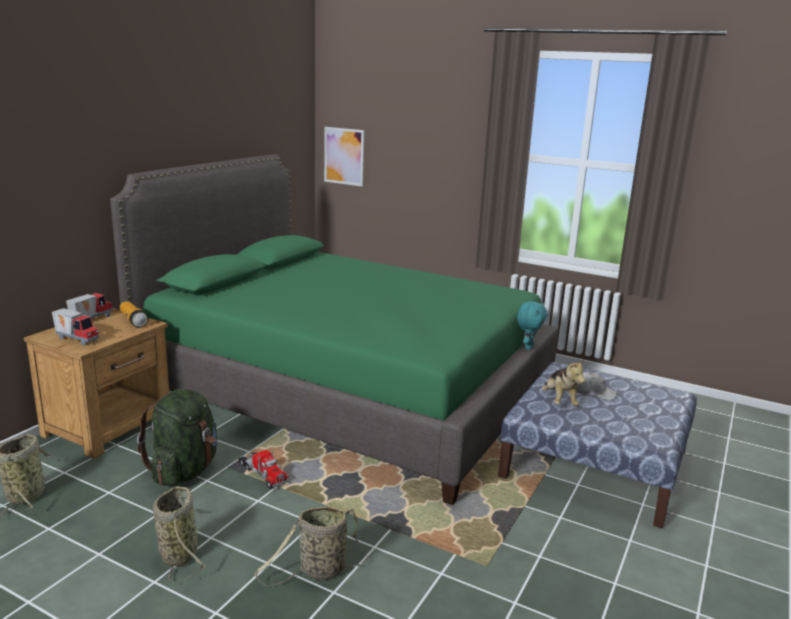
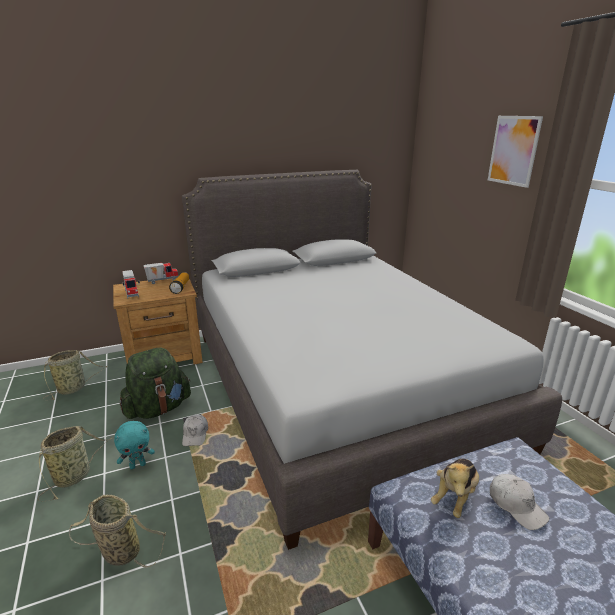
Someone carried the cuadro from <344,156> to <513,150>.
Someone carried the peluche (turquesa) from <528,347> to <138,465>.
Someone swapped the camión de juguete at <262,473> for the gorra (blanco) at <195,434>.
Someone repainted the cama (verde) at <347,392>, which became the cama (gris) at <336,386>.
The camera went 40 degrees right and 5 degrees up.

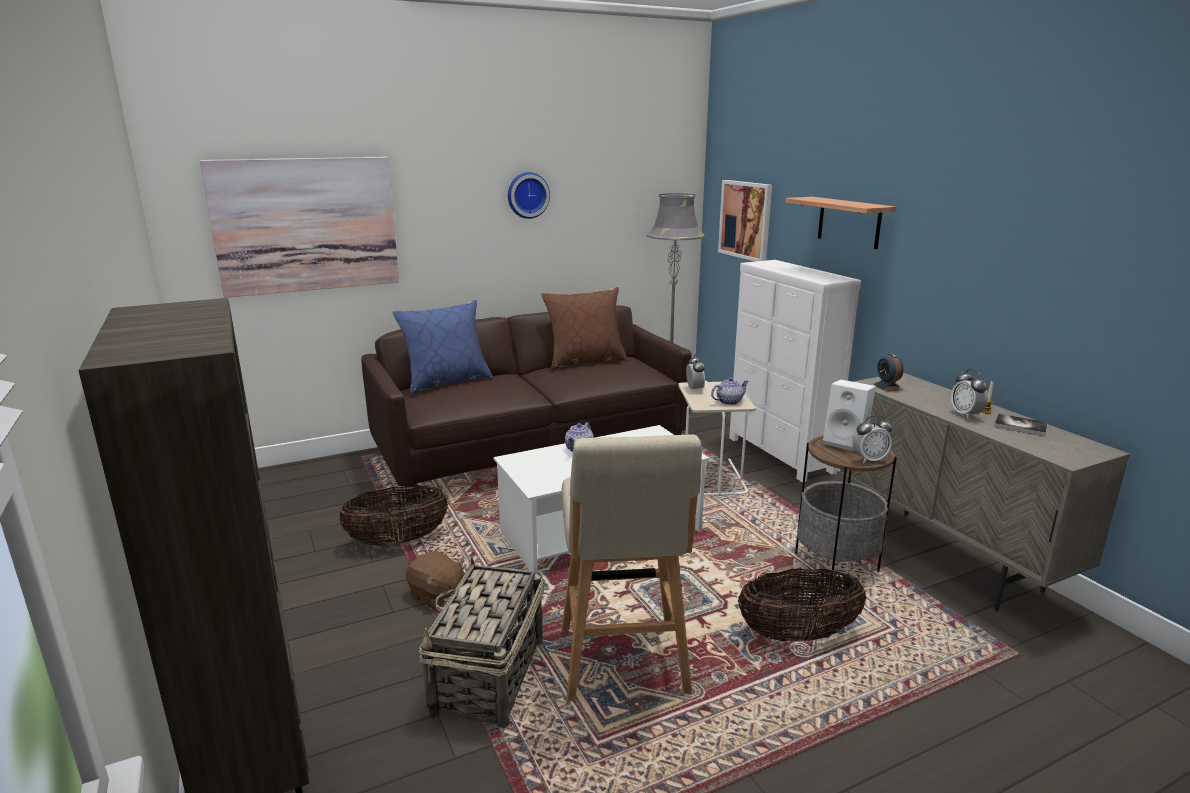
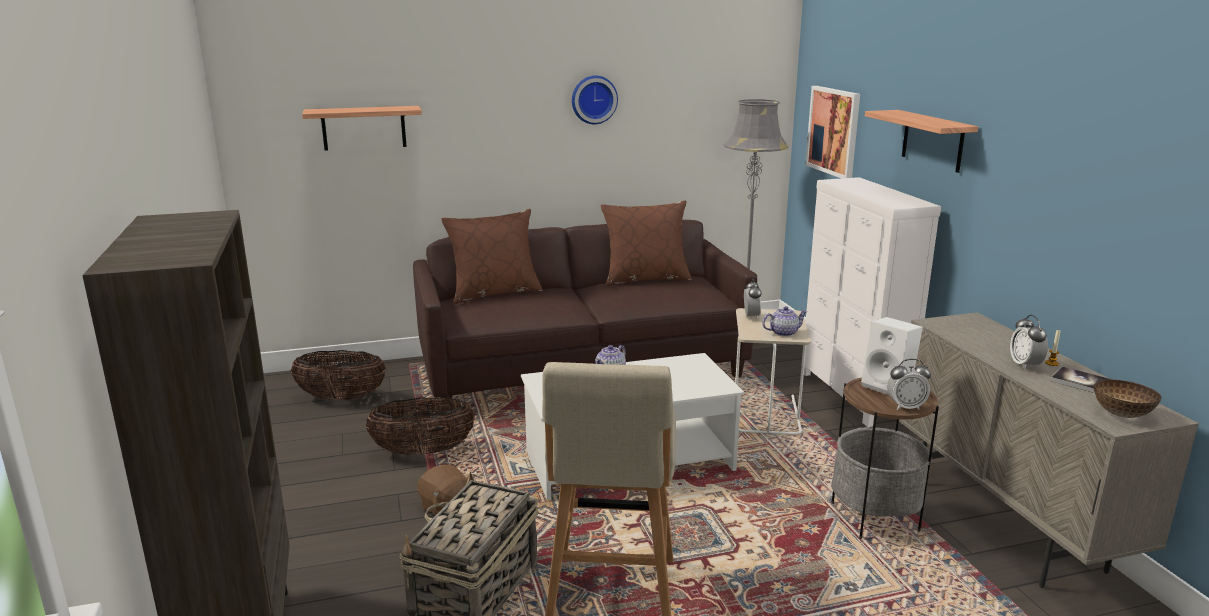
Someone took away the despertador at <887,386>.
Someone put down the cuenco at <1122,414>.
Someone carried the cesta from <798,635> to <341,398>.
Someone swapped the cuadro at <306,225> for the estante at <364,128>.
Someone repainted the cojín (azul) at <447,382>, which became the cojín (marrón) at <494,293>.
The camera went 10 degrees right and 0 degrees up.

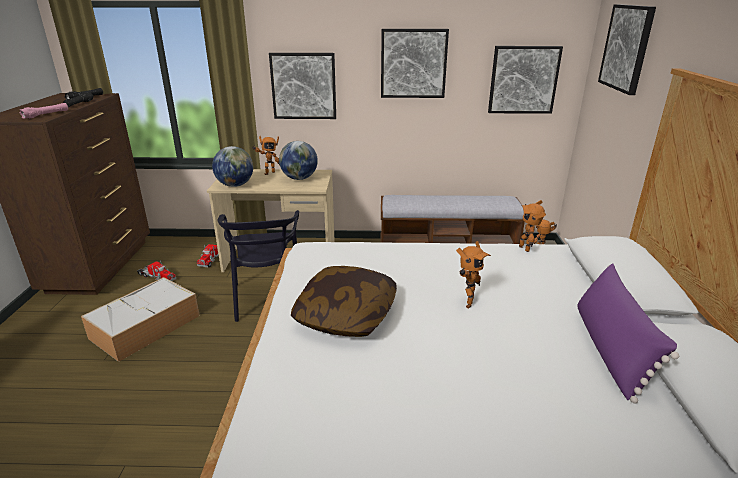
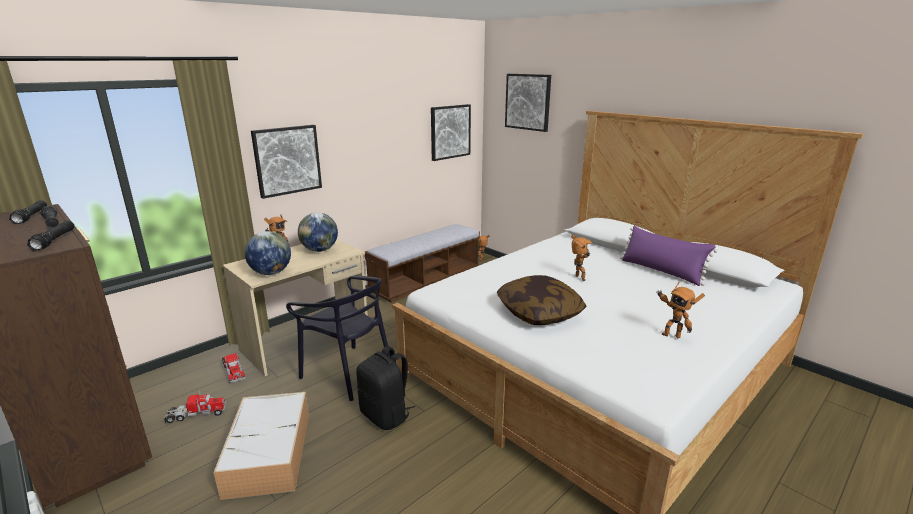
Someone took away the cuadro at <413,63>.
Someone put down the mochila (negro) at <386,415>.
Someone carried the robot de juguete from <526,248> to <671,335>.
Someone repainted the linterna (rosa) at <46,115>, which became the linterna (negro) at <54,240>.
The camera went 45 degrees left and 5 degrees down.

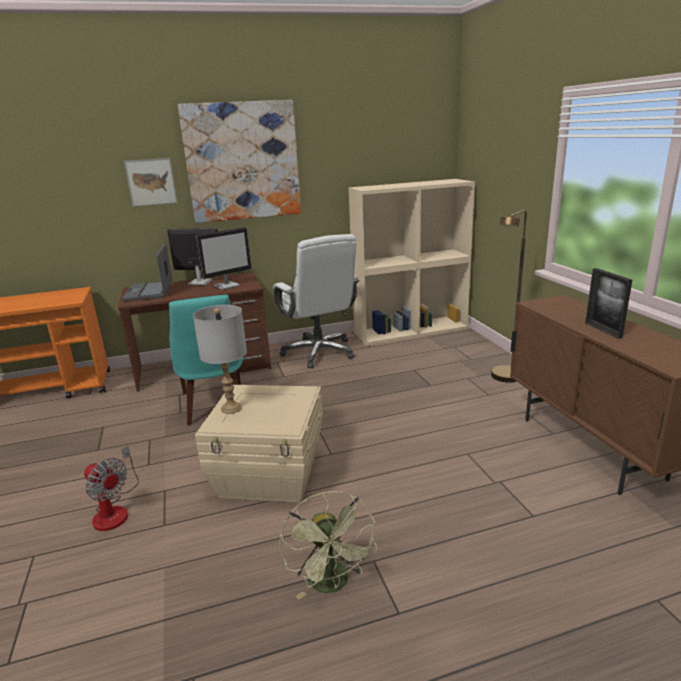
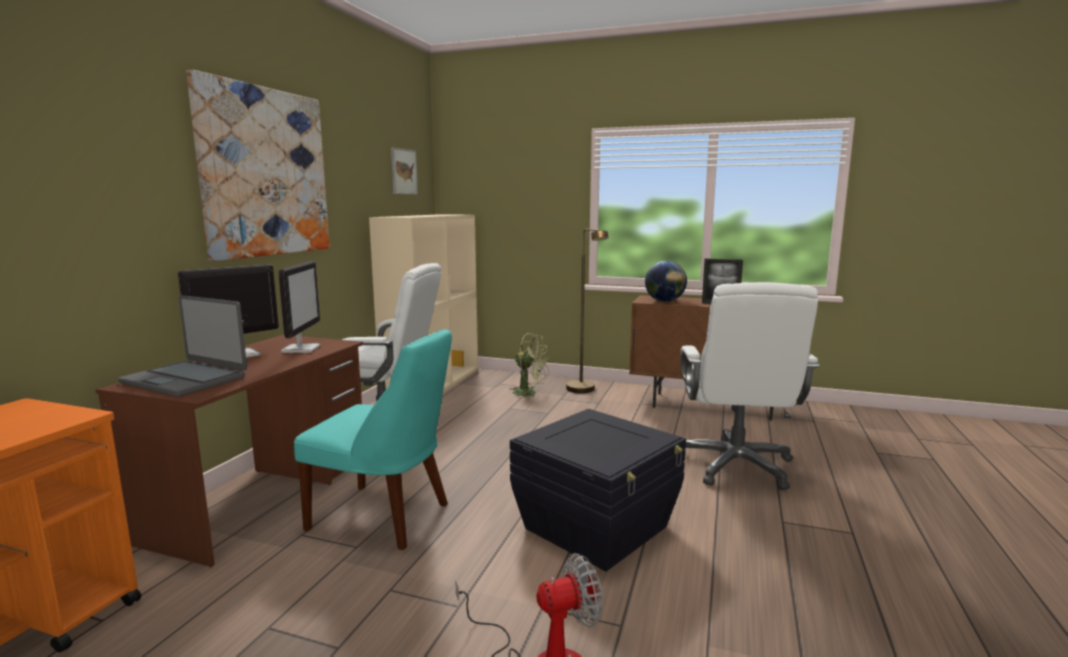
Someone took away the lámpara de mesa (gris) at <231,408>.
Someone put down the globo terráqueo at <664,301>.
Someone put down the silla de oficina (blanco) at <736,465>.
Someone carried the cuadro from <151,182> to <404,171>.
Someone carried the ventilador (verde) from <332,584> to <530,393>.
Someone repainted the caja de almacenaje (beis) at <271,474>, which became the caja de almacenaje (negro) at <597,527>.
The camera went 55 degrees left and 10 degrees down.

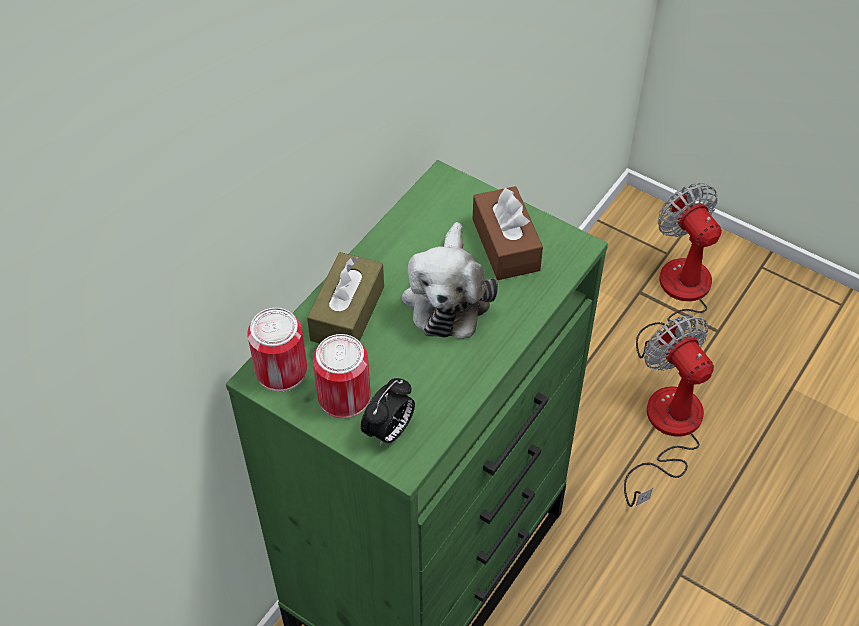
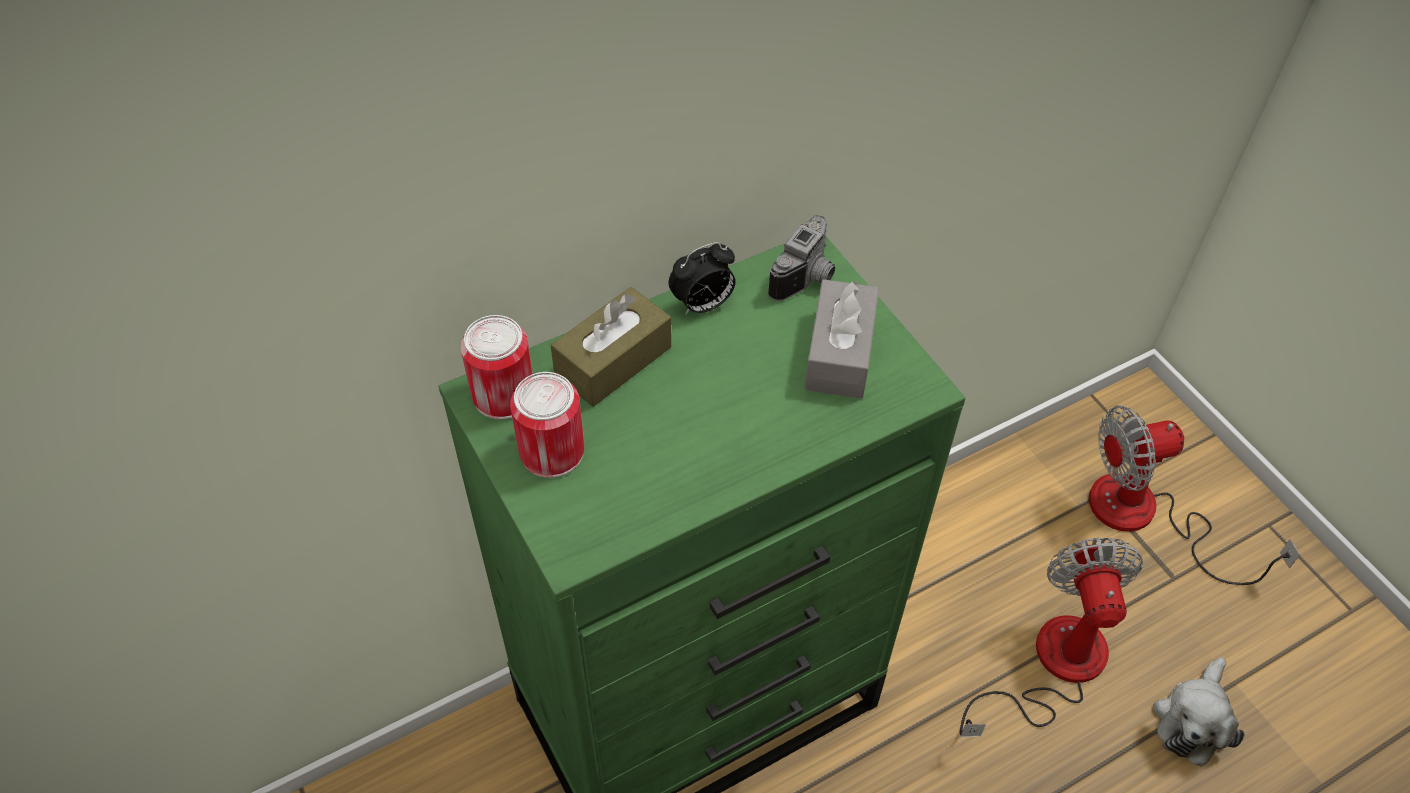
Someone put down the cámara at <808,278>.
Someone carried the despertador from <389,431> to <702,305>.
Someone carried the peluche from <448,296> to <1193,719>.
Someone repainted the caja de pañuelos (marrón) at <505,244>, which became the caja de pañuelos (gris) at <839,353>.
Someone rotated the ventilador at <678,295> by 105 degrees counterclockwise.
The camera went 25 degrees right and 0 degrees up.

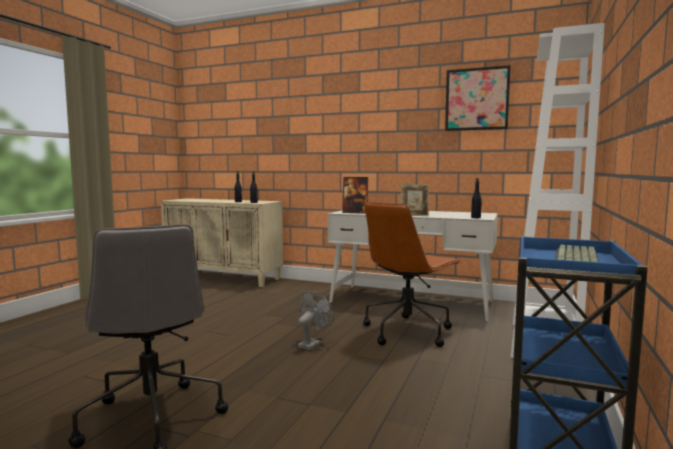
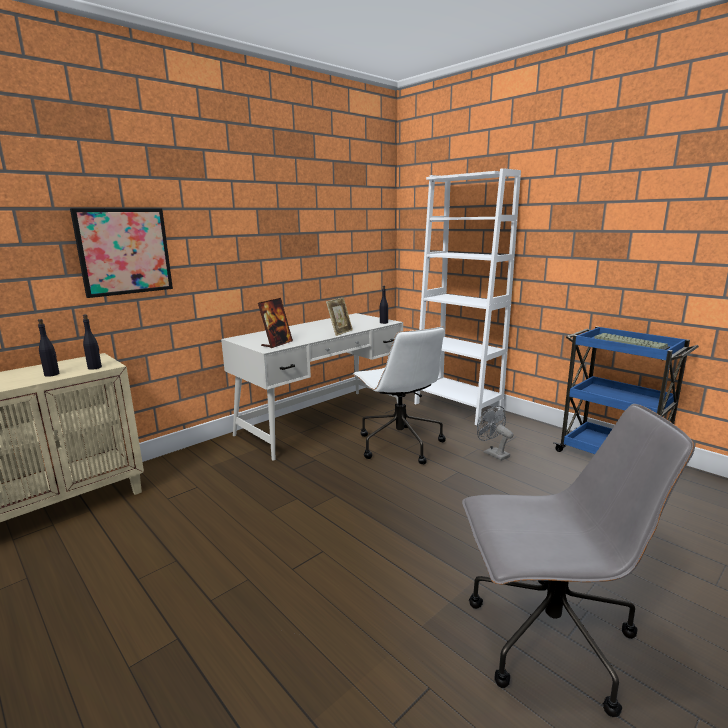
Someone carried the ventilador (gris) from <312,344> to <493,453>.
Someone carried the cuadro from <477,99> to <124,251>.
Someone repainted the silla de oficina (marrón) at <408,331>, which became the silla de oficina (blanco) at <399,444>.
The camera went 65 degrees left and 10 degrees up.

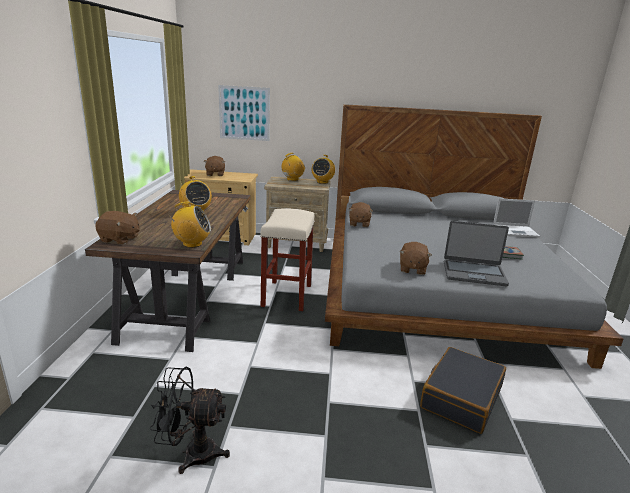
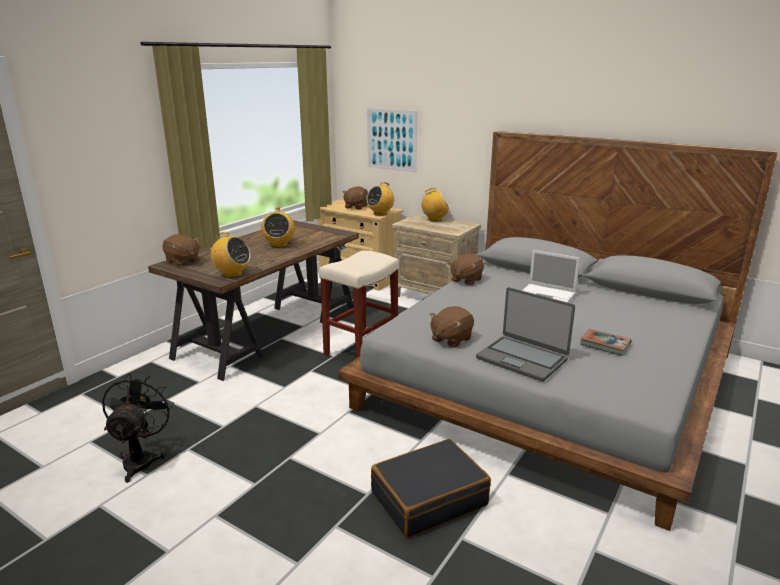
Someone carried the radio from <322,182> to <380,213>.
Someone carried the portátil from <516,231> to <547,295>.
Someone rotated the ventilador (negro) at <192,453> by 60 degrees clockwise.
The camera went 30 degrees right and 0 degrees up.

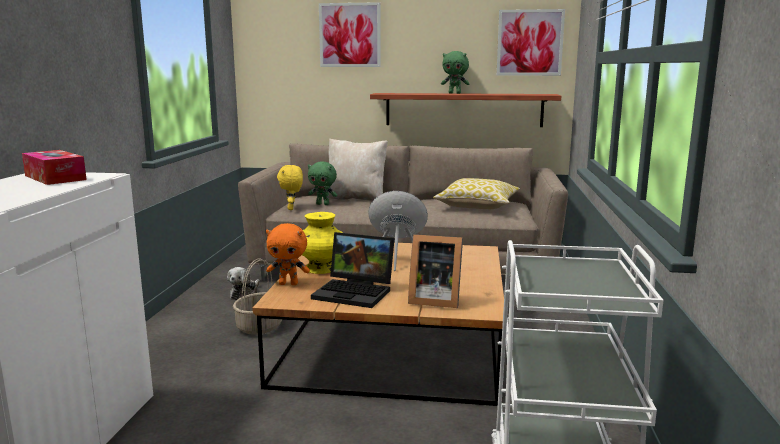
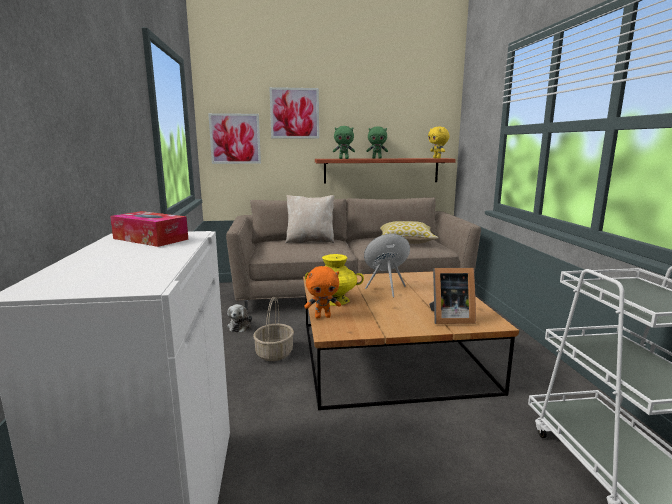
Someone took away the portátil at <356,292>.
Someone carried the peluche (amarillo) from <291,208> to <437,158>.
Someone carried the peluche (verde) from <323,204> to <344,158>.
Someone carried the cuadro from <529,43> to <235,138>.
The camera went 15 degrees left and 0 degrees up.

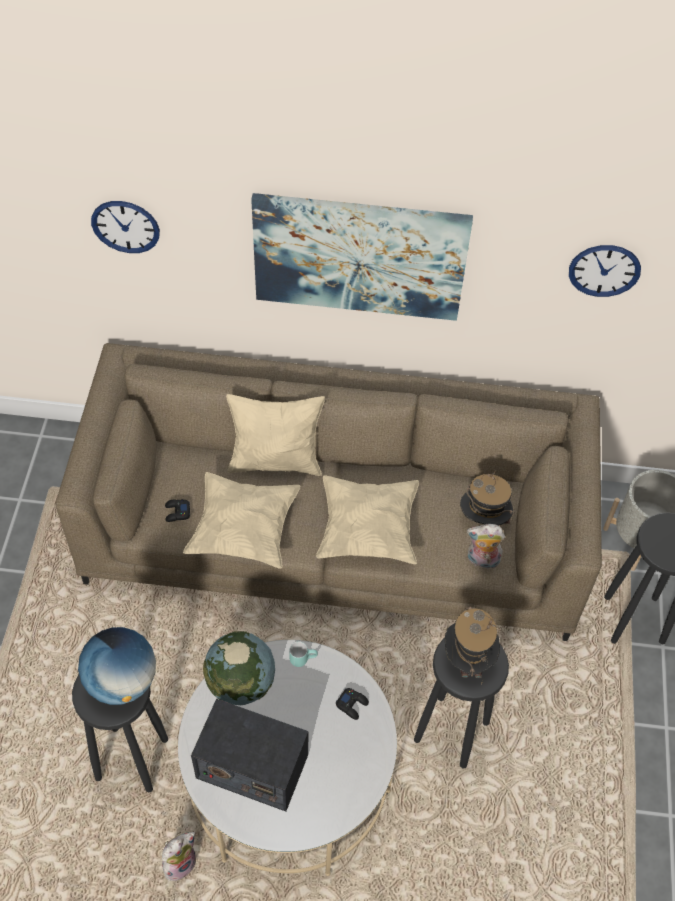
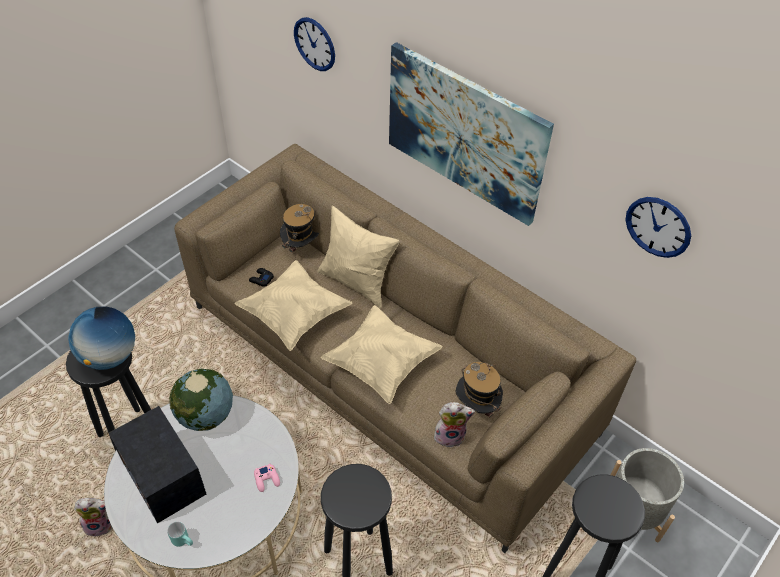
Someone carried the taza grande (turquesa) from <303,658> to <184,540>.
Someone carried the sombrero from <468,659> to <301,247>.
Someone repainted the mando de consola (negro) at <352,705>, which became the mando de consola (rosa) at <267,479>.
Someone rotated the peluche at <482,561> by 135 degrees clockwise.
The camera went 35 degrees right and 5 degrees down.

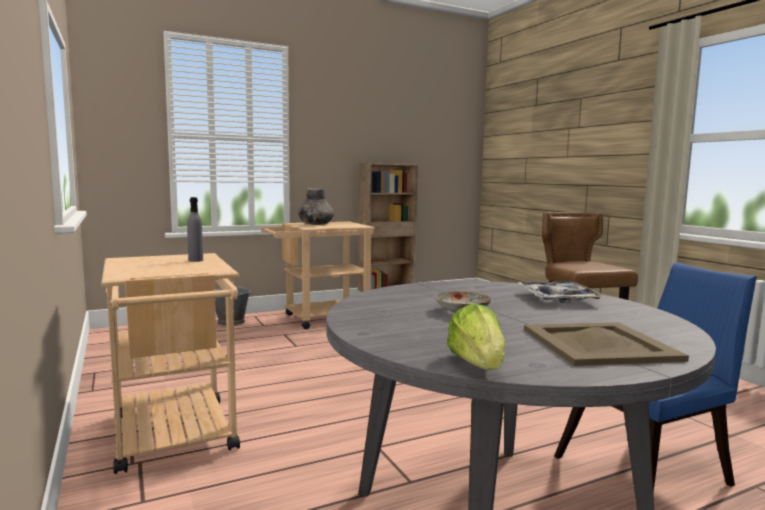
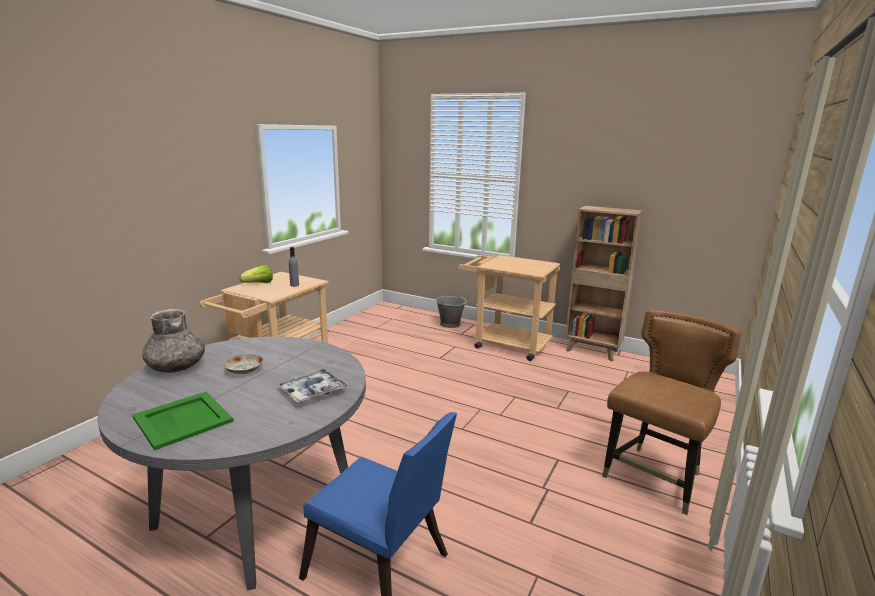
Someone carried the florero (gris) from <316,224> to <177,367>.
Someone carried the lechuga from <477,365> to <259,284>.
Someone repainted the bandeja (beis) at <598,344>, which became the bandeja (verde) at <182,419>.
The camera went 55 degrees right and 10 degrees up.

